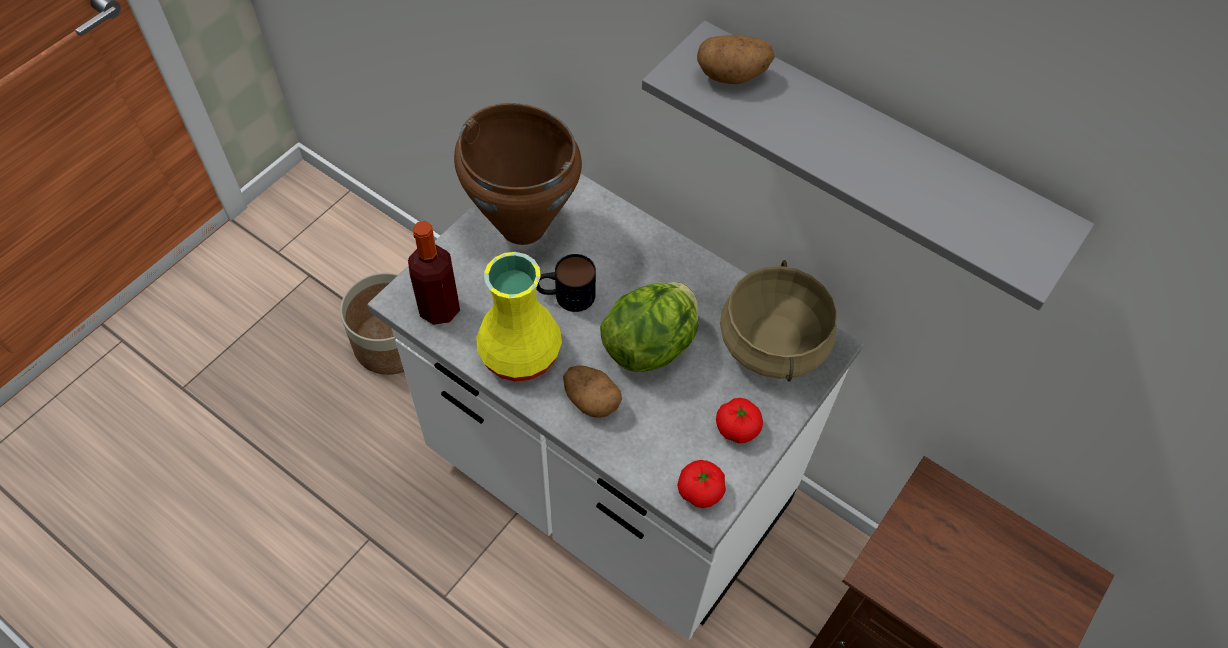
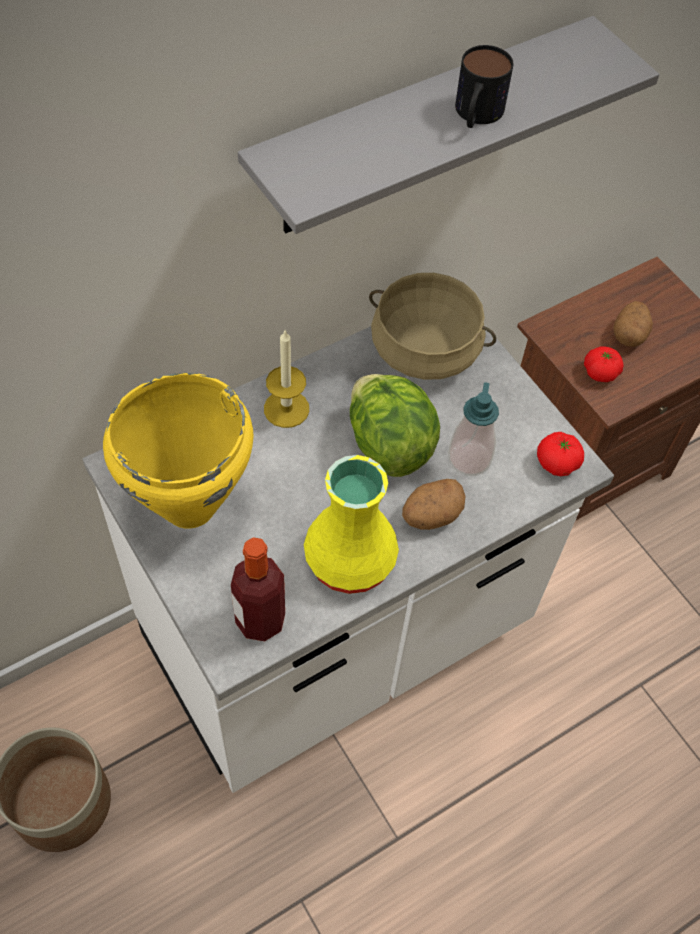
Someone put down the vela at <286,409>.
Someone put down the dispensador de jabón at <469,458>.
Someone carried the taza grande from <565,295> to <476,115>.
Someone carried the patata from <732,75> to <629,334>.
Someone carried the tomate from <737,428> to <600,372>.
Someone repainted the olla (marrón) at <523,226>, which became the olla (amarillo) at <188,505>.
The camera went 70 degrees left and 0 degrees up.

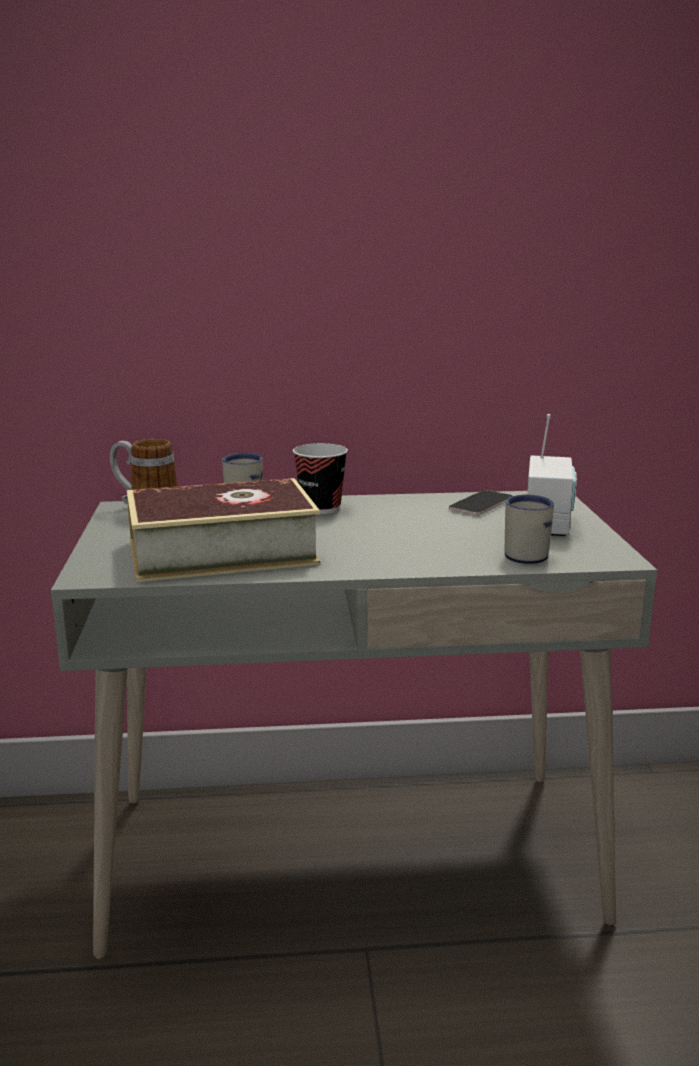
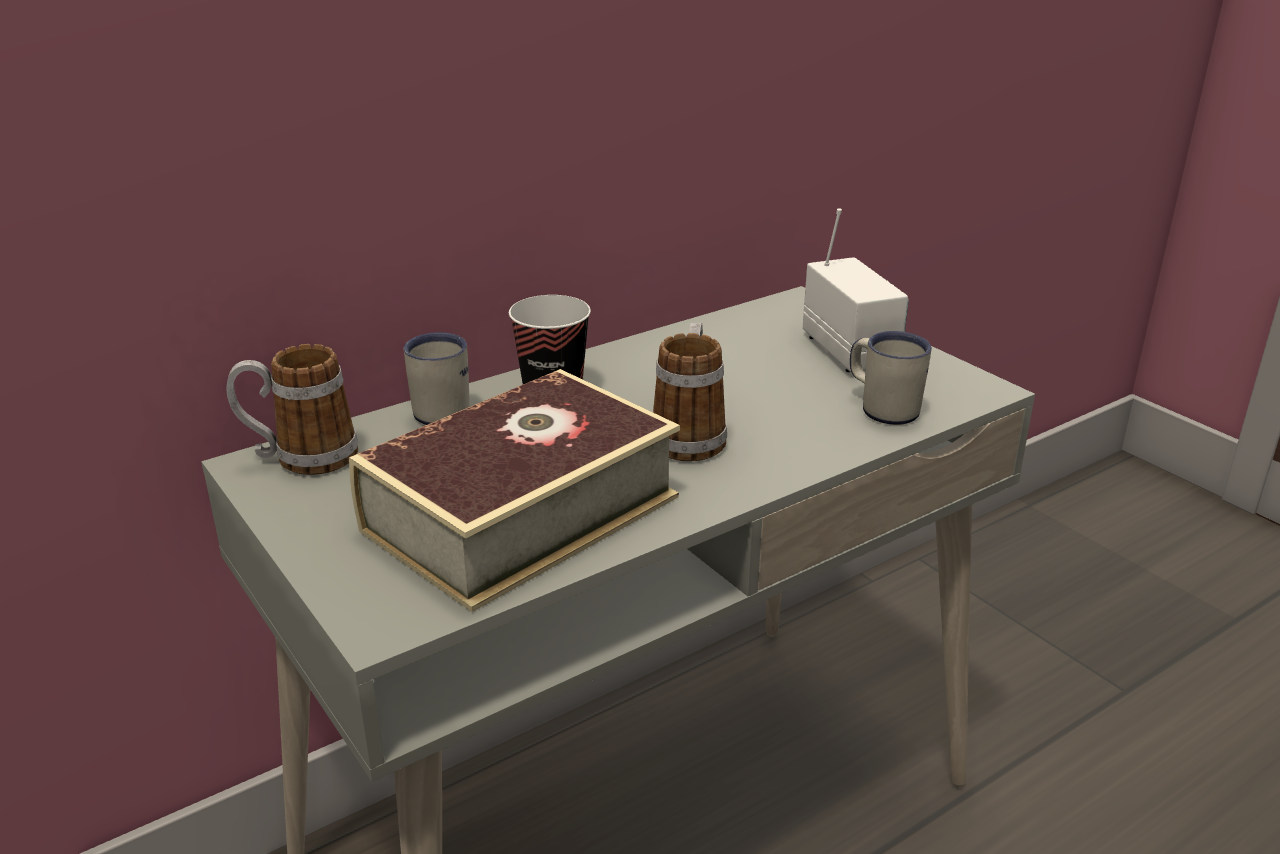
Someone took away the móvil at <481,504>.
Someone put down the taza grande at <689,435>.
The camera went 30 degrees left and 10 degrees up.

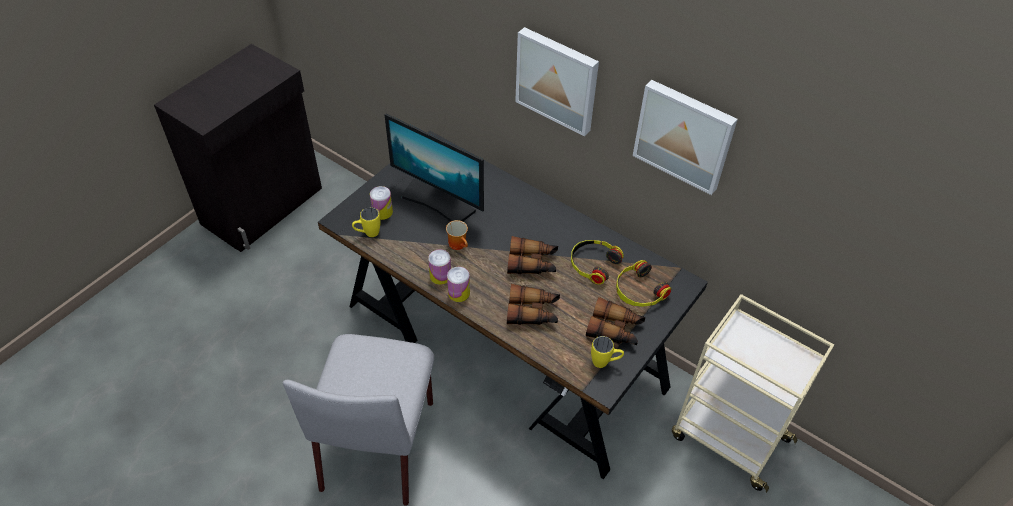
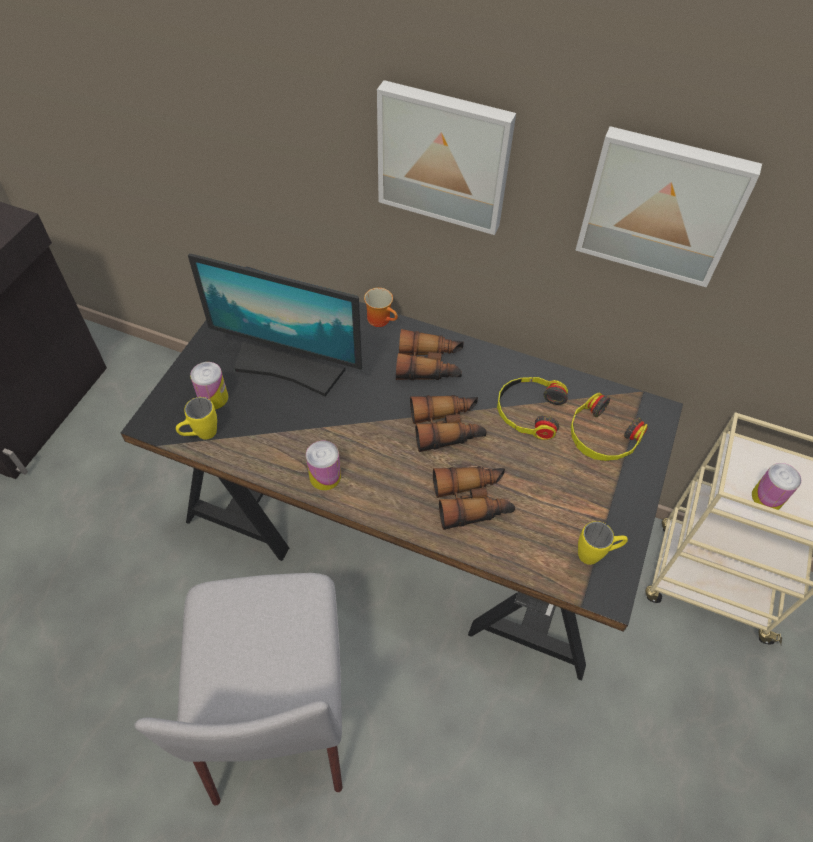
Someone carried the taza grande from <459,244> to <382,319>.
Someone carried the lata from <459,293> to <767,497>.
Someone carried the prismáticos from <615,329> to <429,365>.
The camera went 15 degrees left and 5 degrees up.

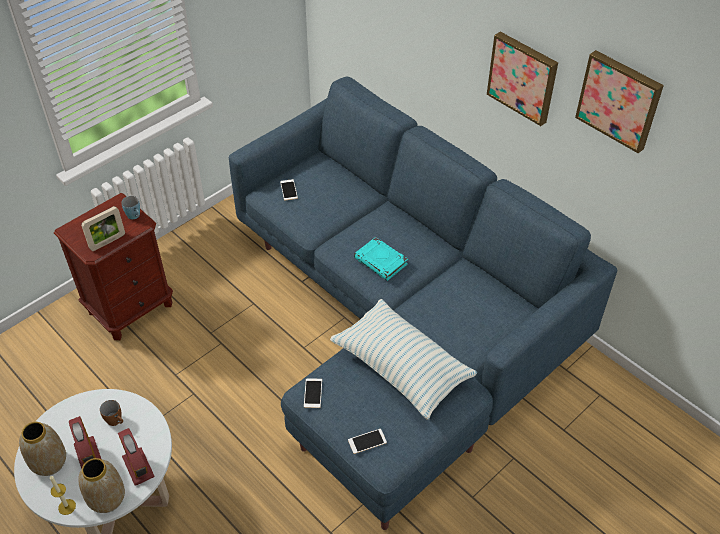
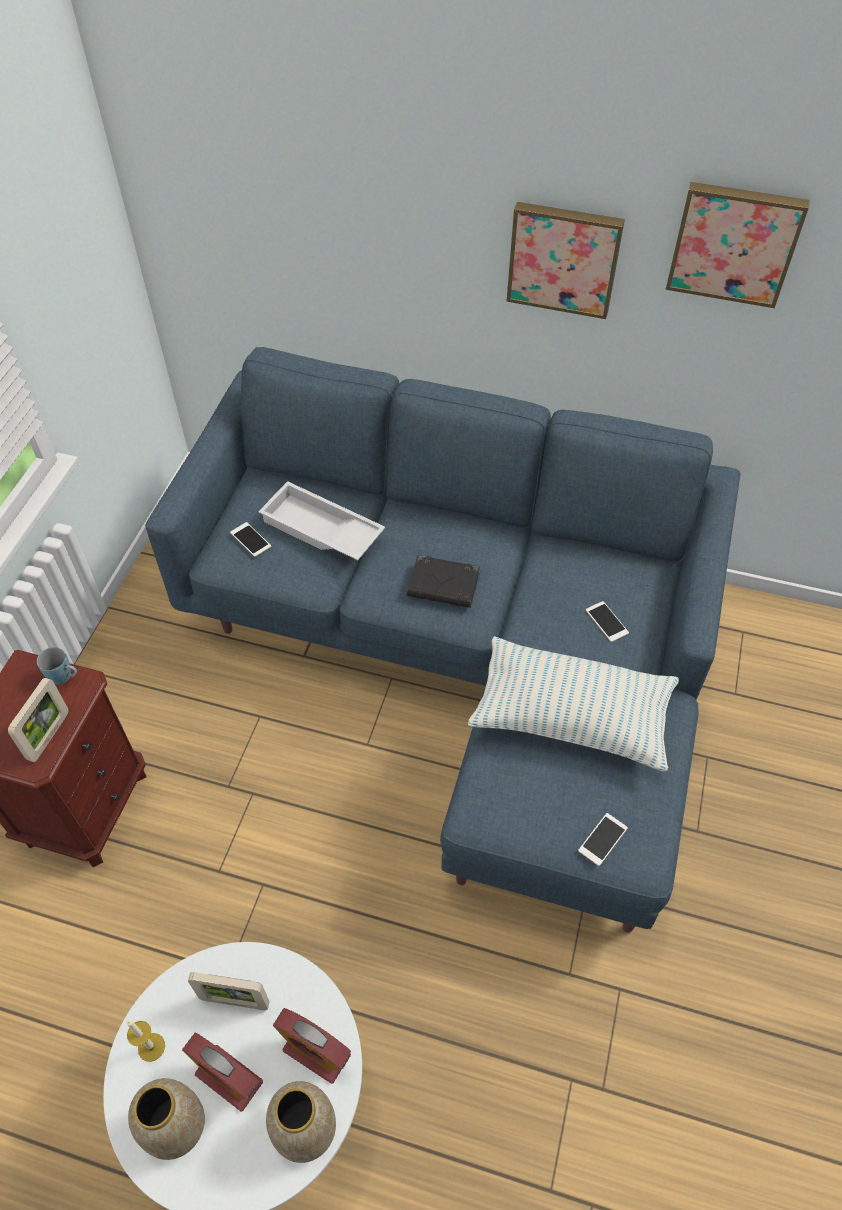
Someone put down the bandeja (blanco) at <320,530>.
Someone carried the vela from <67,507> to <151,1047>.
Someone carried the móvil from <313,393> to <606,621>.
Someone swapped the taza grande (marrón) at <116,421> for the portarretratos at <235,1001>.
Someone repainted the libro (turquesa) at <381,261>, which became the libro (negro) at <444,585>.
The camera went 30 degrees left and 5 degrees up.

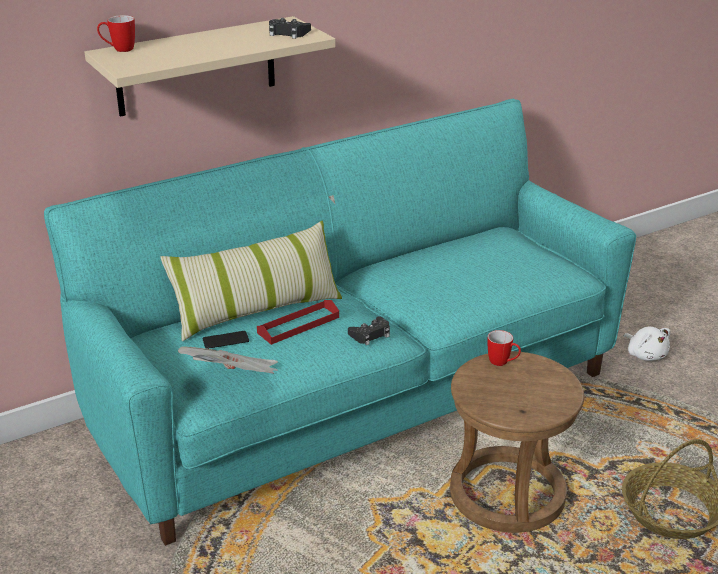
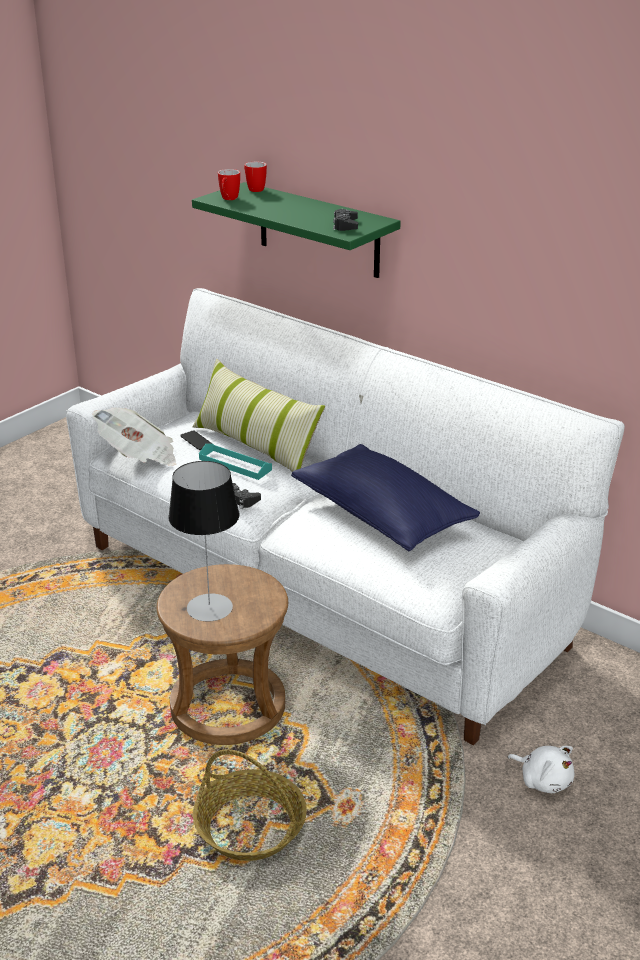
Someone put down the lámpara de mesa at <209,607>.
Someone put down the cojín (azul) at <382,516>.
Someone carried the taza grande from <503,363> to <228,199>.
Someone repainted the sofá (turquesa) at <358,402>, which became the sofá (blanco) at <320,593>.
Someone repainted the estante (beis) at <196,66>, which became the estante (verde) at <318,230>.
Someone repainted the bandeja (rojo) at <298,325>, which became the bandeja (turquesa) at <235,464>.
Someone rotated the peluche (blanco) at <645,354> by 90 degrees counterclockwise.
The camera went 70 degrees right and 0 degrees up.

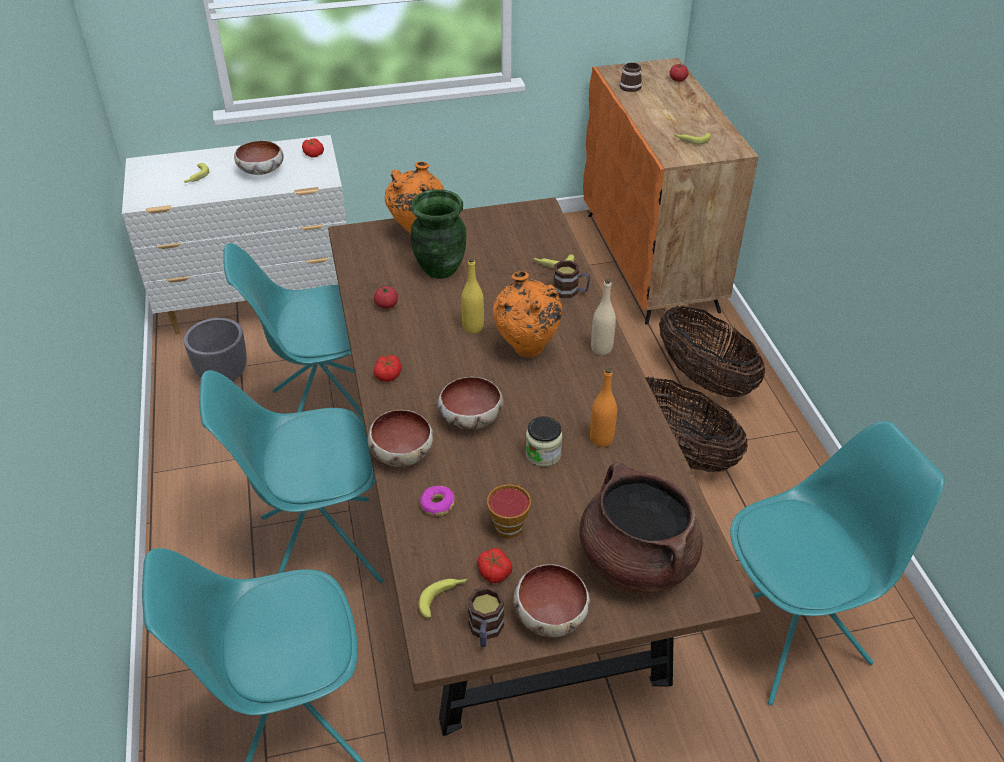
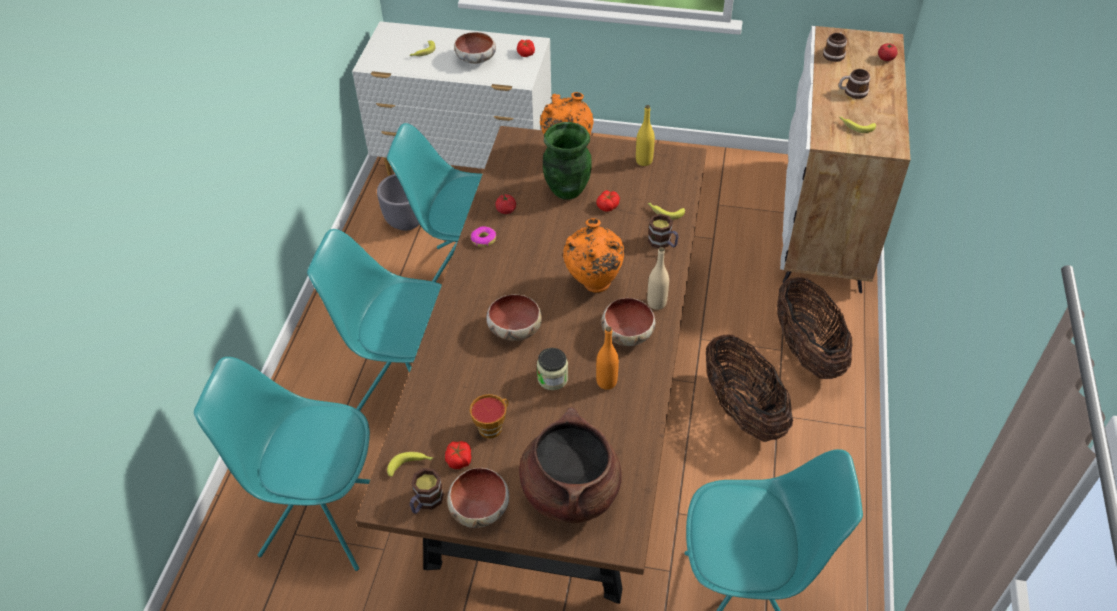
Someone put down the taza grande at <852,92>.
Someone carried the cuenco from <400,452> to <626,333>.
Someone carried the tomate from <388,374> to <608,206>.
Someone carried the rosquilla from <437,504> to <483,239>.
Someone carried the botella (amarillo) from <473,327> to <644,161>.
Someone repainted the armario (naranja) at <651,262>, which became the armario (blanco) at <824,223>.
The camera went 25 degrees right and 5 degrees up.

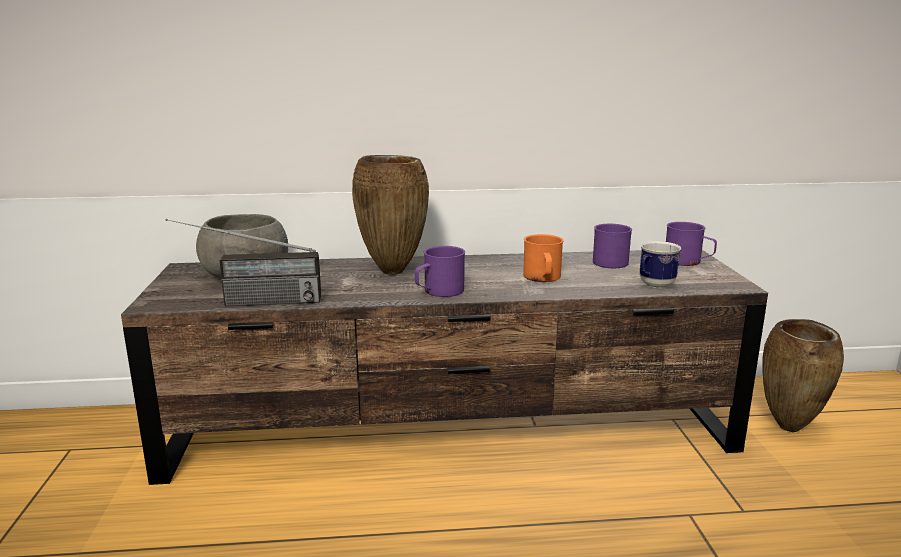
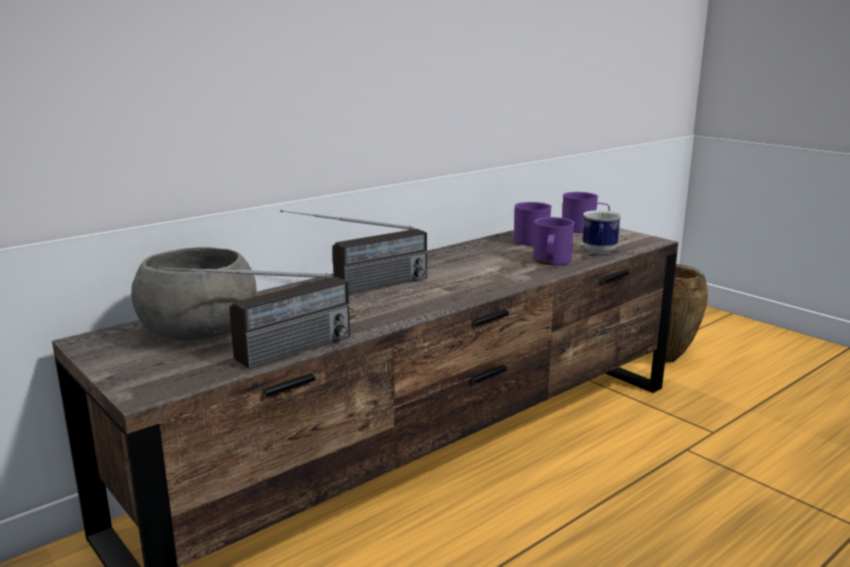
Someone took away the taza grande (naranja) at <543,278>.
Someone carried the taza grande (morado) from <439,292> to <551,262>.
Someone swapped the florero (marrón) at <394,271> for the radio at <360,289>.
The camera went 35 degrees left and 0 degrees up.

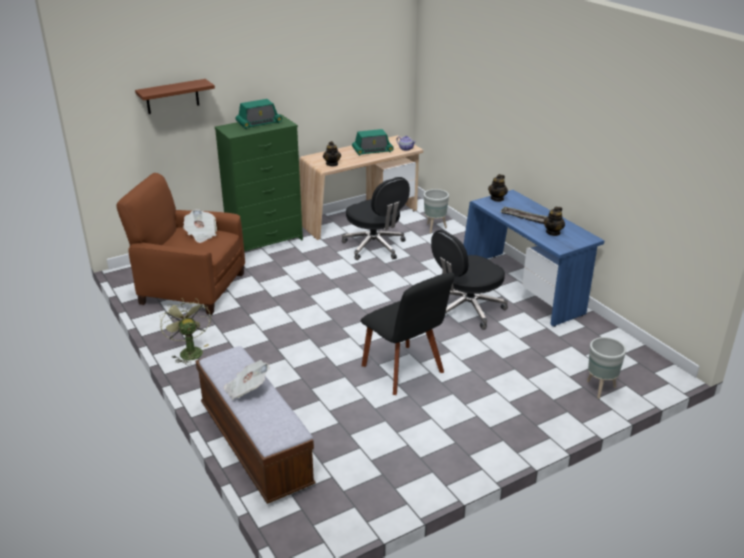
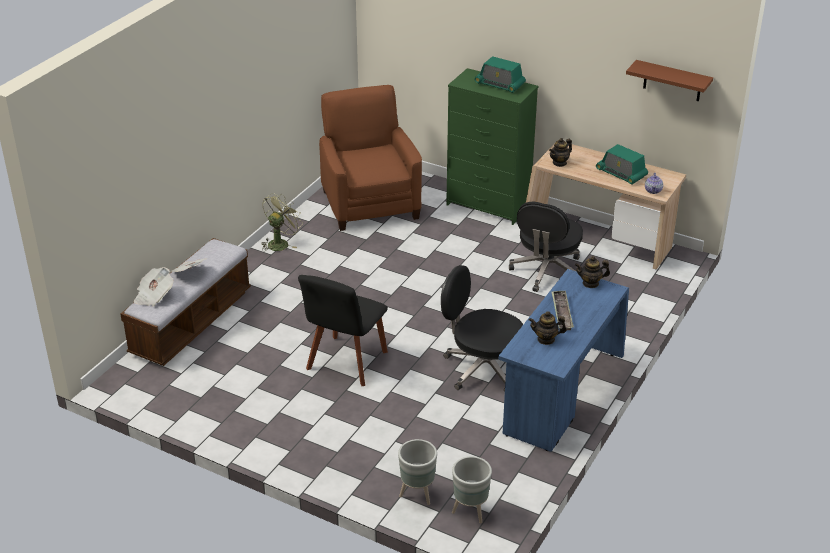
Someone carried the estante (marrón) from <172,96> to <672,81>.
Someone carried the periódico from <201,234> to <154,296>.
Someone carried the maceta (gris) from <435,228> to <470,512>.
The camera went 60 degrees right and 5 degrees up.

